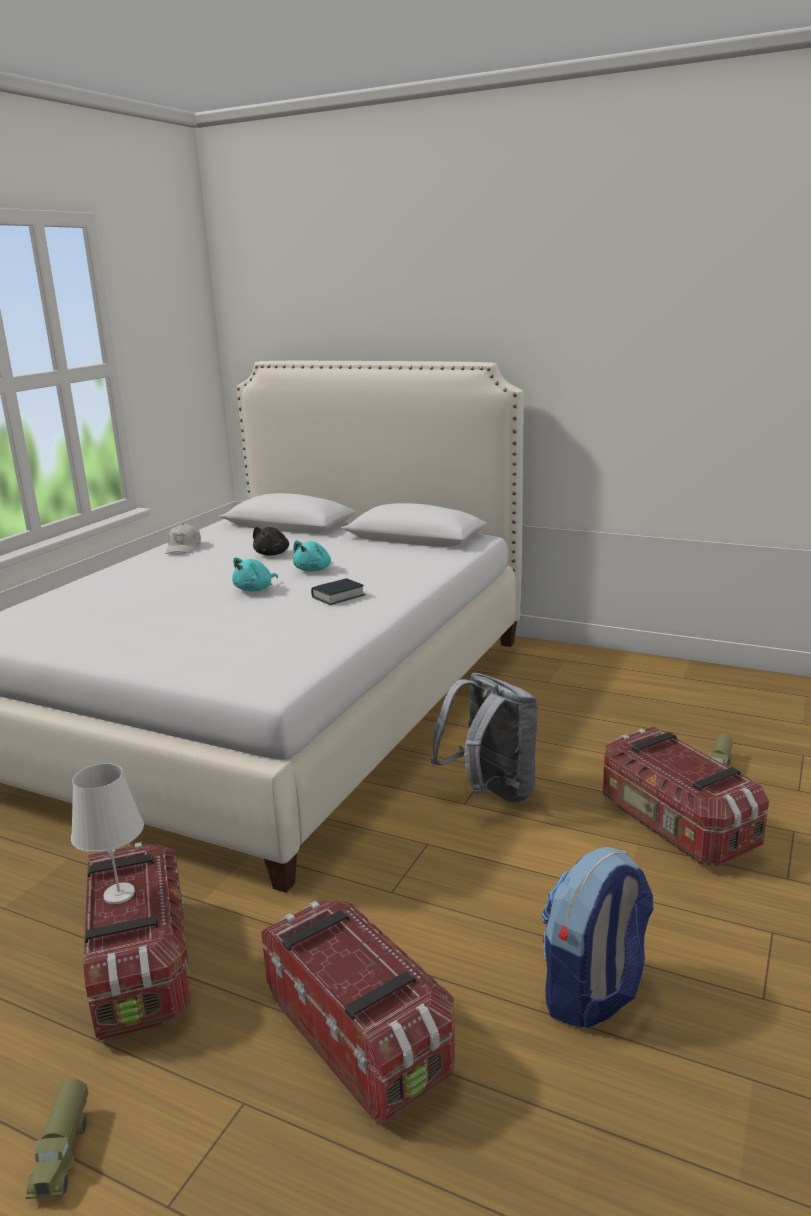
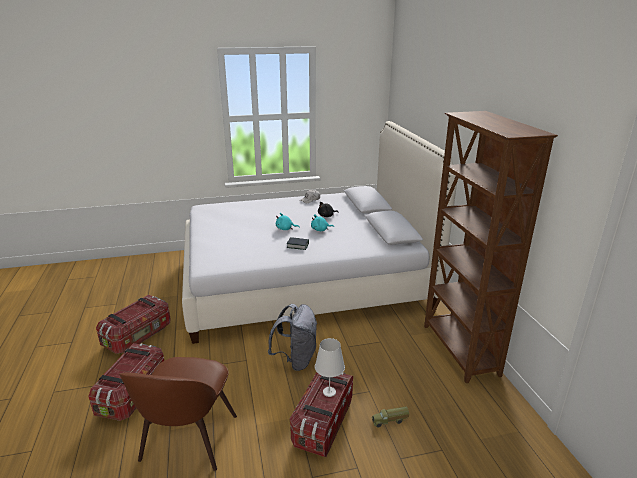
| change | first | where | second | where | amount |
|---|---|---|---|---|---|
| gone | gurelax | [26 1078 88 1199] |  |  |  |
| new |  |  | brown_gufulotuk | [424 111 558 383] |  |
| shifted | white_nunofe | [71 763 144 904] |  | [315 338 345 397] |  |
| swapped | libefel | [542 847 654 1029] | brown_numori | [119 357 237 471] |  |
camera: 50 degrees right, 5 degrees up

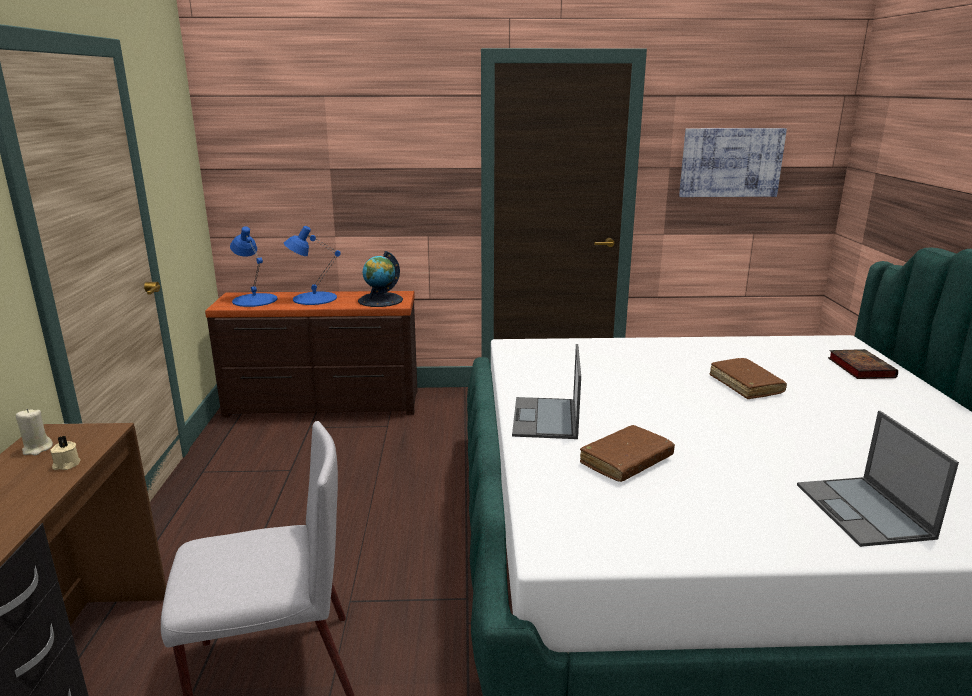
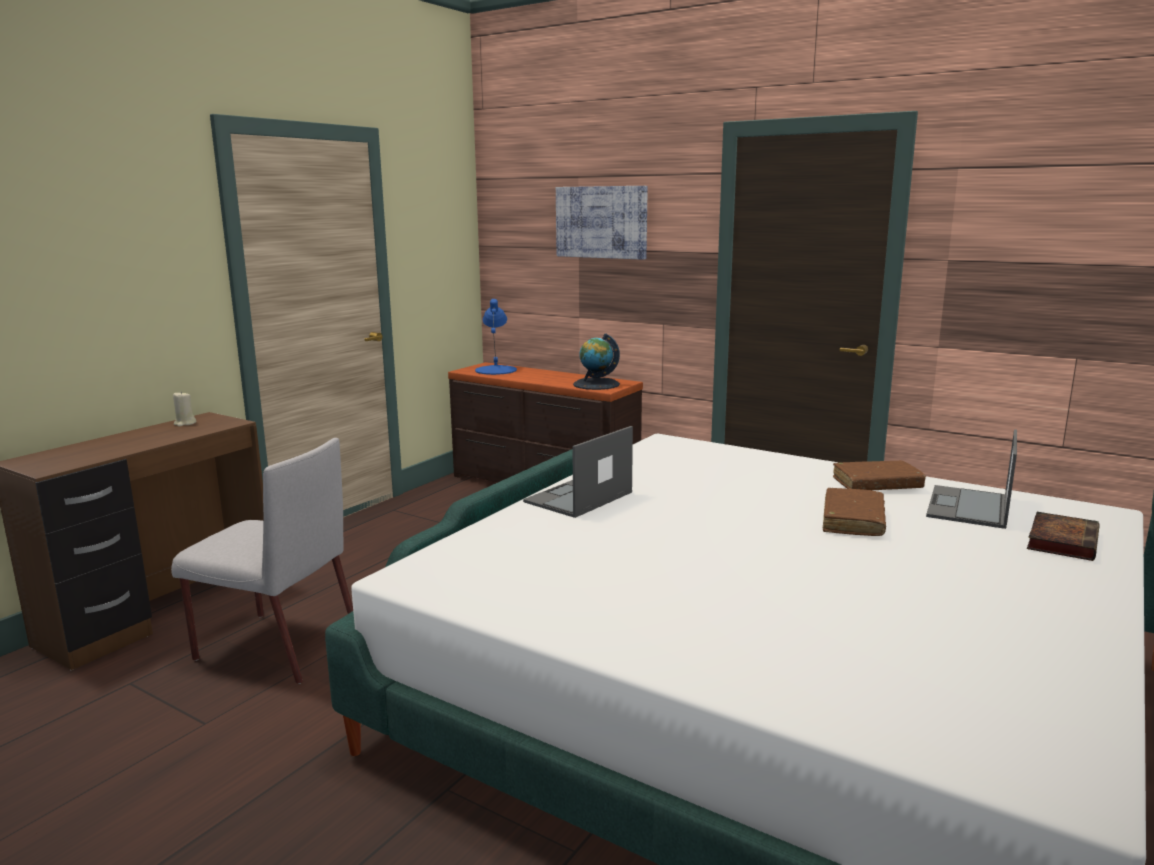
| change | first | where | second | where | amount |
|---|---|---|---|---|---|
| gone | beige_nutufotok | [50 436 81 470] |  |  |  |
| gone | blue_nunofe | [284 226 341 305] |  |  |  |
| shifted | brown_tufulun | [580 425 675 482] |  | [833 460 926 490] |  |
| shifted | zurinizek | [679 128 787 197] |  | [556 186 648 260] |  |
| shifted | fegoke | [797 411 959 547] |  | [926 429 1017 529] |  |
camera: 35 degrees right, 5 degrees down

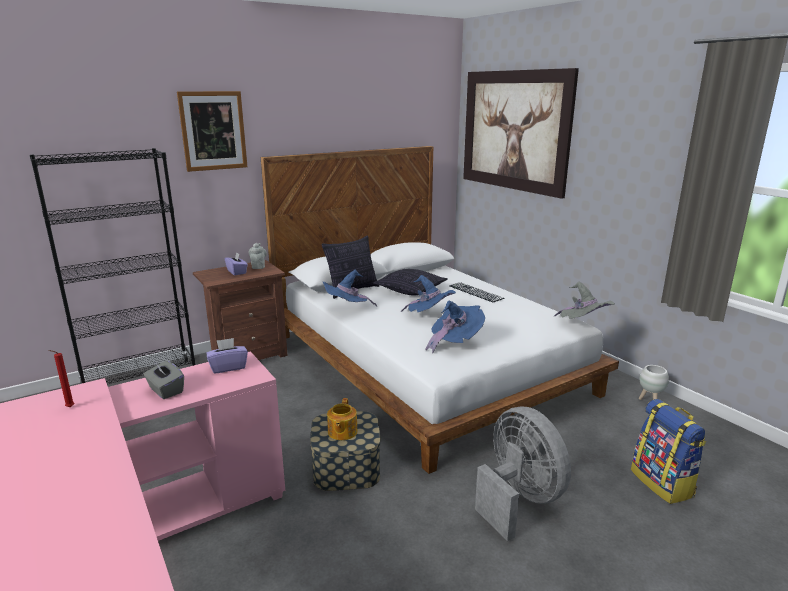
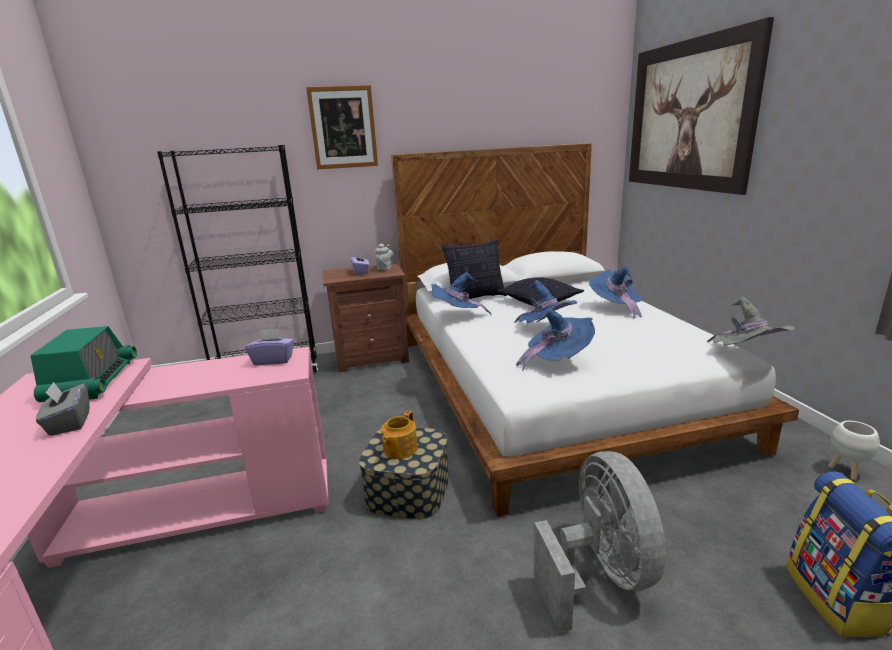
| change | first | where | second | where | amount |
|---|---|---|---|---|---|
| shifted | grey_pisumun | [143 361 184 399] |  | [36 382 90 436] |  |
| swapped | red_nutufotok | [48 350 74 408] | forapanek | [31 326 137 402] |  |
| swapped | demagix | [449 282 504 302] | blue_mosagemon | [589 266 643 318] |  |
camera: 20 degrees right, 0 degrees up

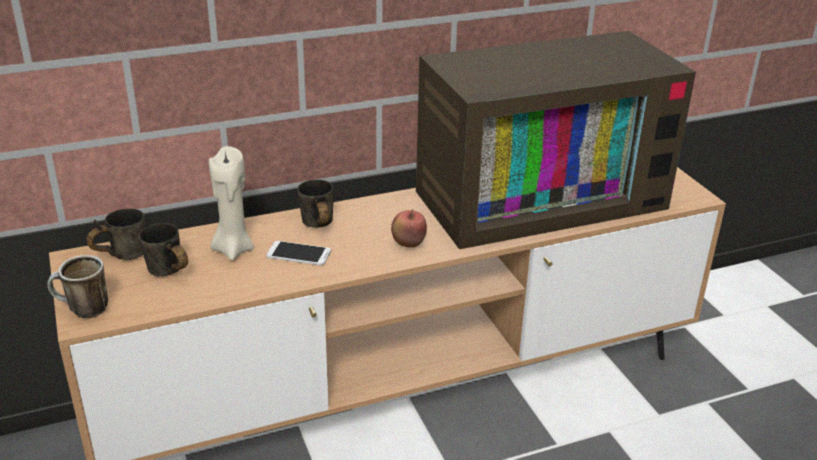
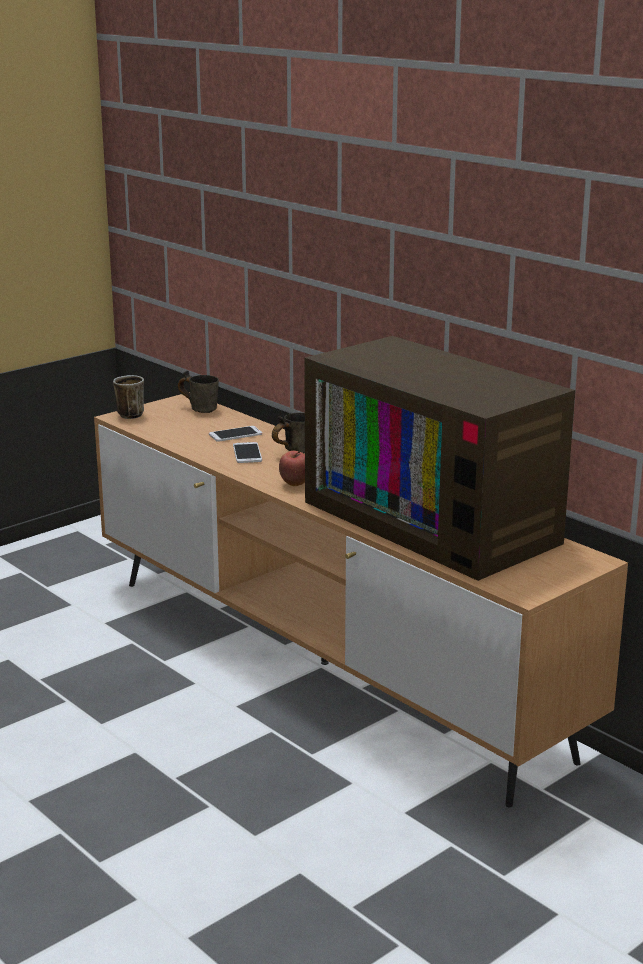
| change | first | where | second | where | amount |
|---|---|---|---|---|---|
| gone | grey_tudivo | [138 223 188 276] |  |  |  |
| swapped | beige_nutufotok | [209 146 254 261] | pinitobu | [209 426 262 442] |  |
camera: 70 degrees right, 10 degrees down

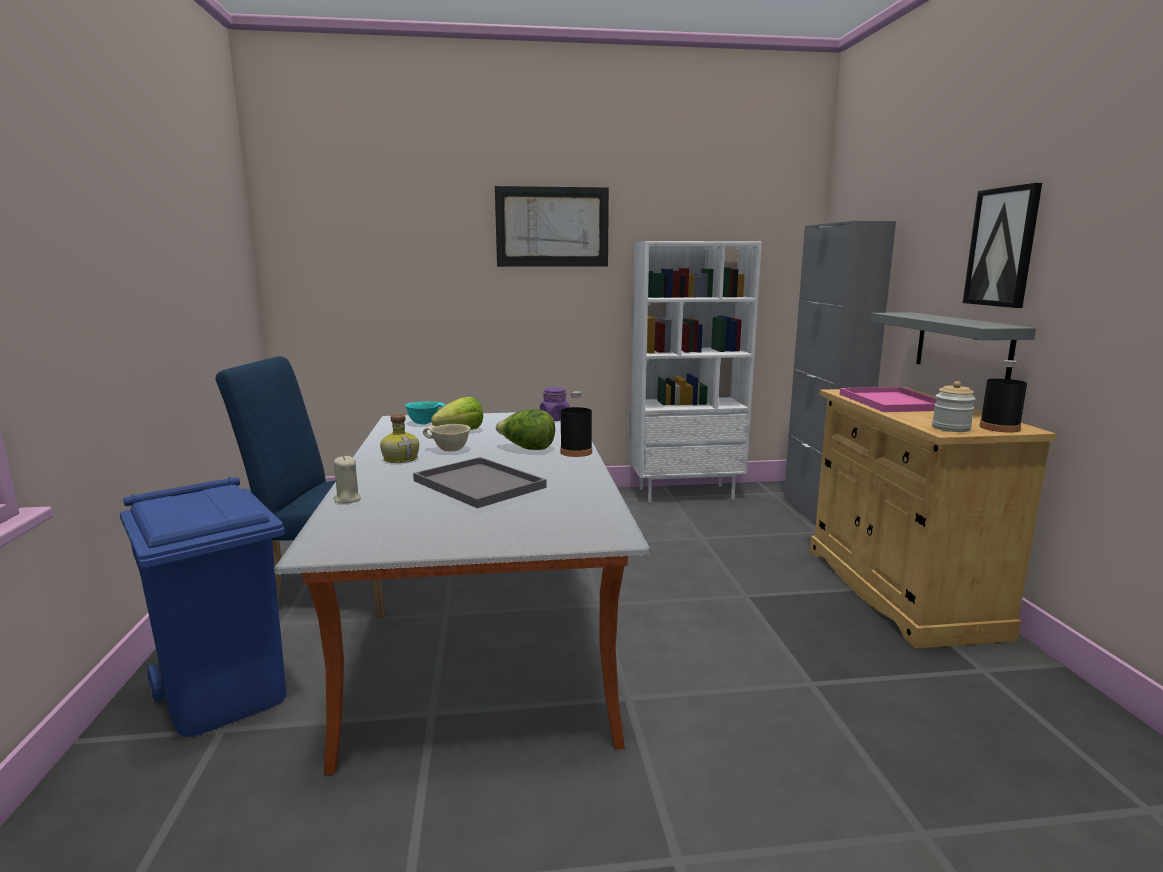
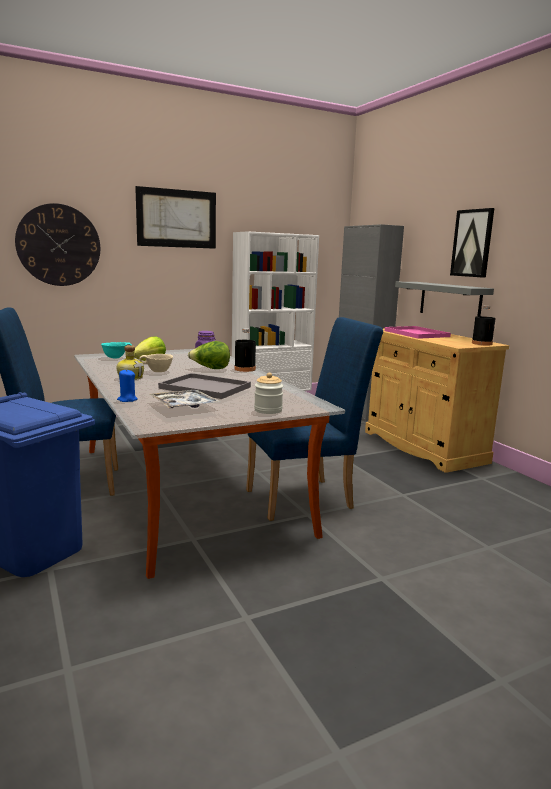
| change | first | where | second | where | amount |
|---|---|---|---|---|---|
| new |  |  | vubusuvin | [15 203 100 286] |  |
| new |  |  | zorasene | [149 390 220 408] |  |
| new |  |  | blue_numori | [246 317 383 521] |  |
| shifted | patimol | [932 381 976 432] |  | [254 373 283 414] |  |
| repainted | beige_nutufotok | [334 456 361 504] | blue_nutufotok | [117 369 138 402] |  |
camera: 20 degrees left, 0 degrees up

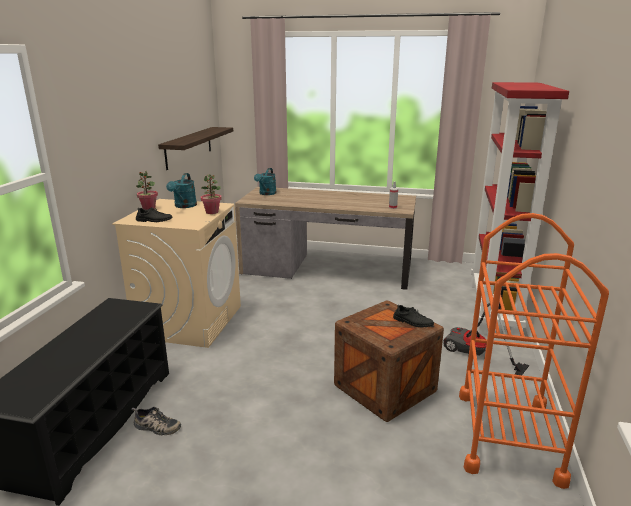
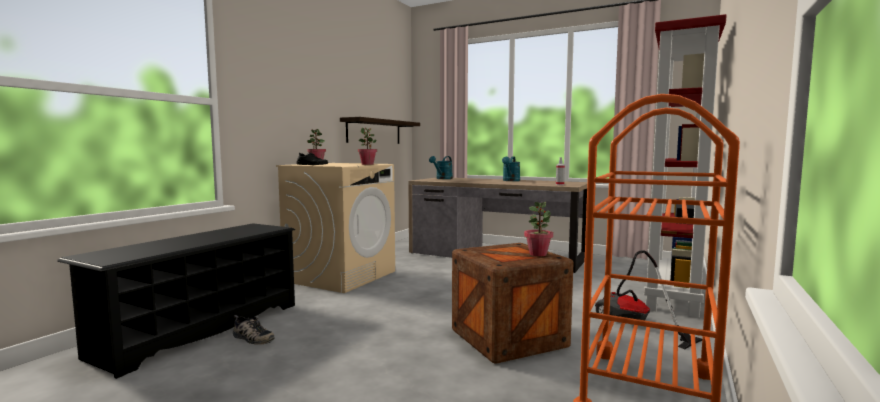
| change | first | where | second | where | amount |
|---|---|---|---|---|---|
| shifted | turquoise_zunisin | [166 173 197 208] |  | [502 157 520 181] |  |
| swapped | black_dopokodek | [393 304 434 327] | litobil | [524 202 553 256] |  |
camera: 15 degrees right, 15 degrees down

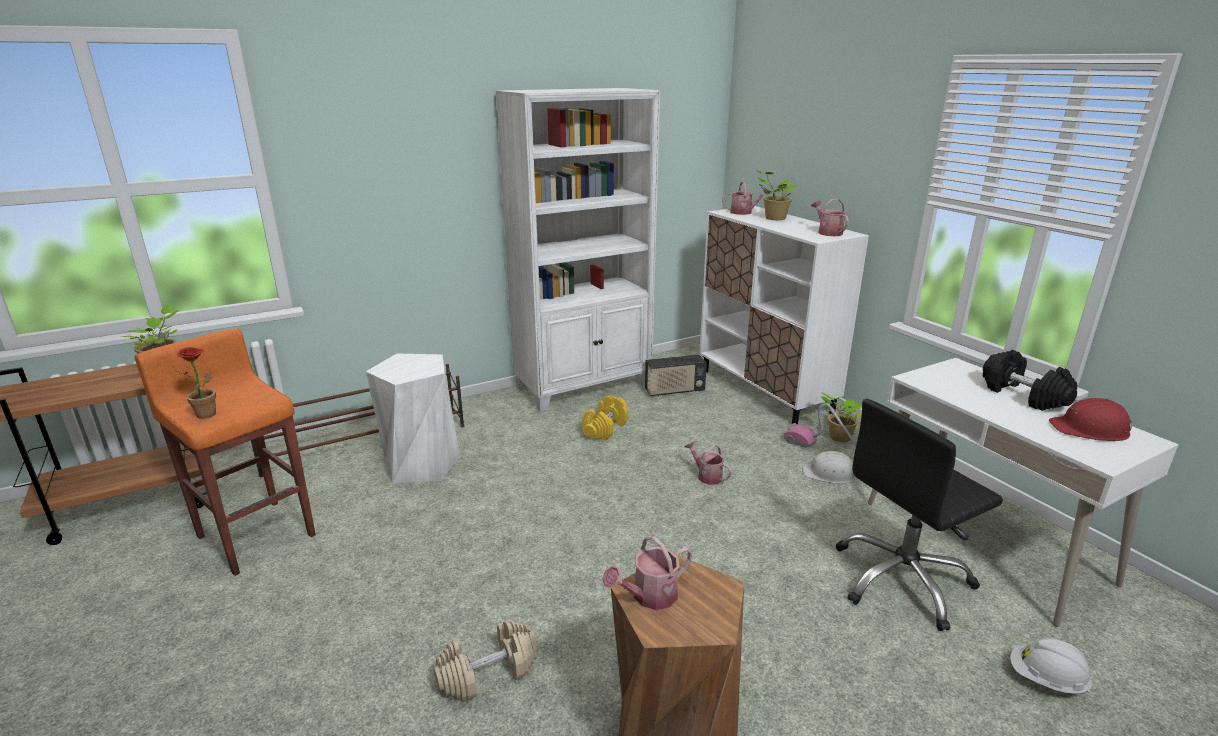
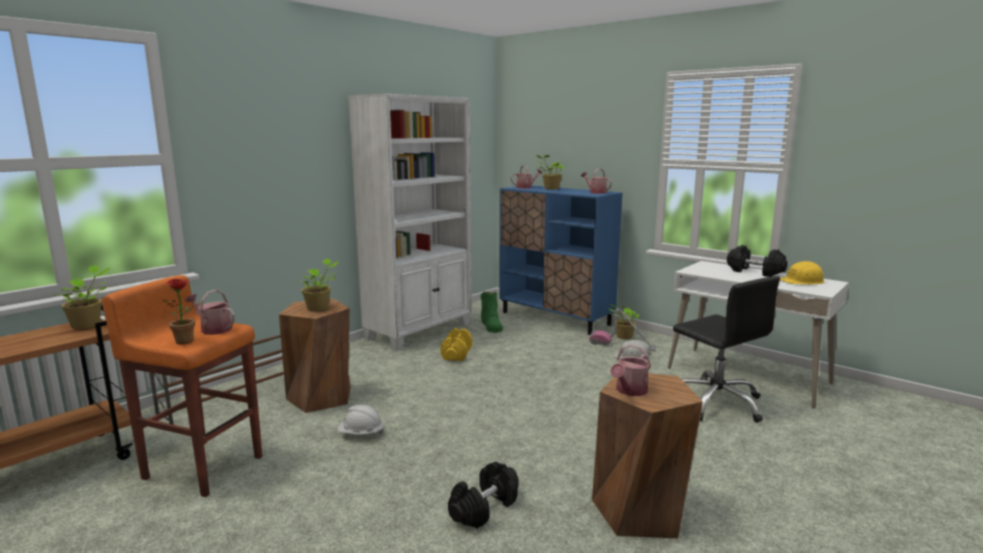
| change | first | where | second | where | amount |
|---|---|---|---|---|---|
| new |  |  | litobil | [301 258 340 311] |  |
| shifted | zunisin | [684 441 732 485] |  | [185 290 235 335] |  |
| shifted | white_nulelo | [1010 638 1092 694] |  | [338 405 384 435] |  |
| swapped | forapanek | [645 354 707 396] | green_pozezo | [480 291 503 333] |  |
| repainted | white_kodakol | [366 354 460 484] | brown_kodakol | [279 299 351 413] |  |
| repainted | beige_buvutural | [434 620 539 702] | black_buvutural | [448 462 519 528] |  |
| repainted | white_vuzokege | [699 206 869 424] | blue_vuzokege | [499 185 622 335] |  |
| repainted | red_nulelo | [1049 398 1132 441] | yellow_nulelo | [780 261 824 285] |  |
| rotated | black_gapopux | [836 399 1003 631] |  | [673 276 780 423] | 75 degrees counterclockwise |
camera: 20 degrees left, 10 degrees down

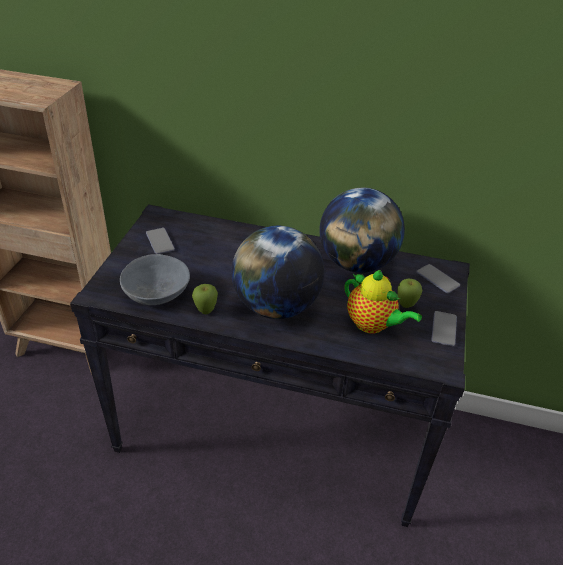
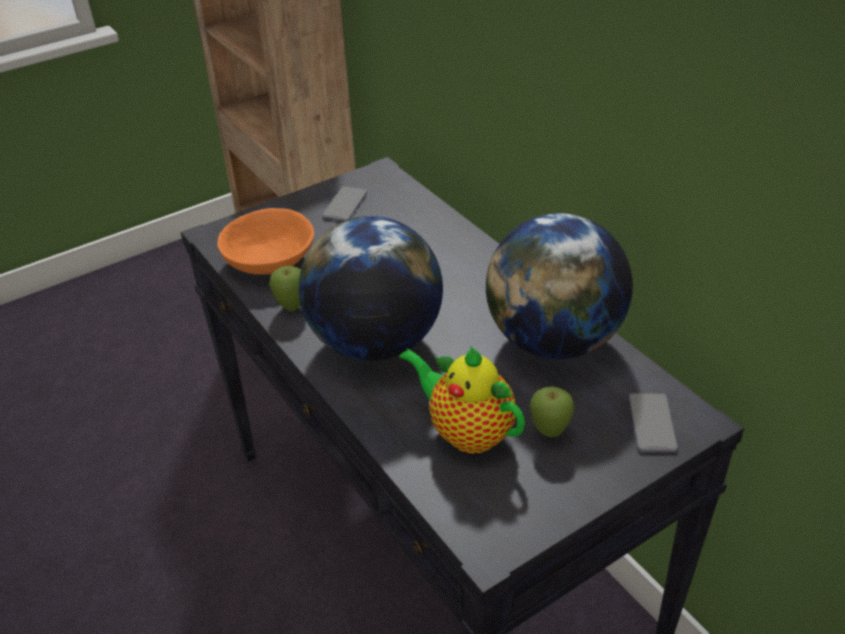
| change | first | where | second | where | amount |
|---|---|---|---|---|---|
| gone | pinitobu | [431 311 457 346] |  |  |  |
| repainted | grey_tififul | [120 254 190 305] | orange_tififul | [217 208 314 275] |  |
| rotated | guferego | [345 270 422 334] |  | [399 345 525 454] | 135 degrees clockwise |
camera: 45 degrees right, 0 degrees up

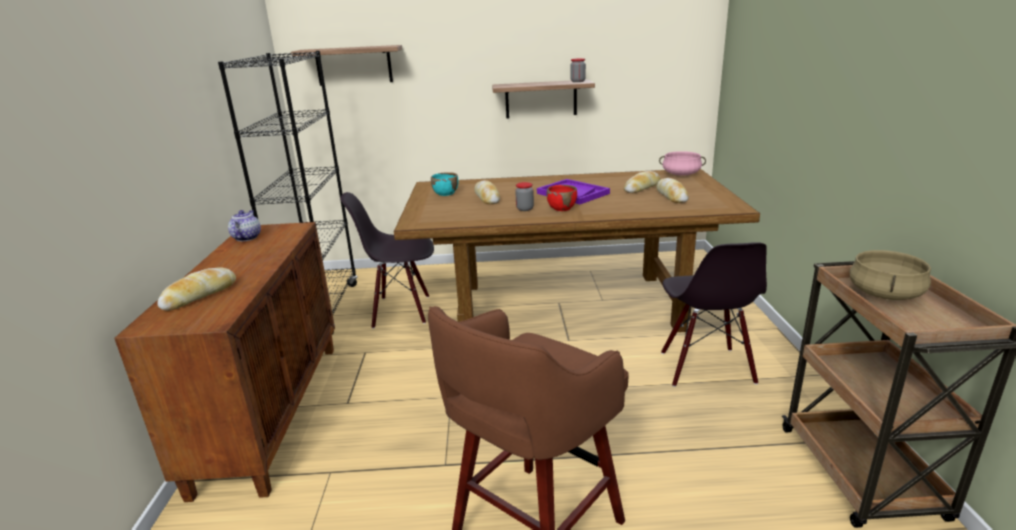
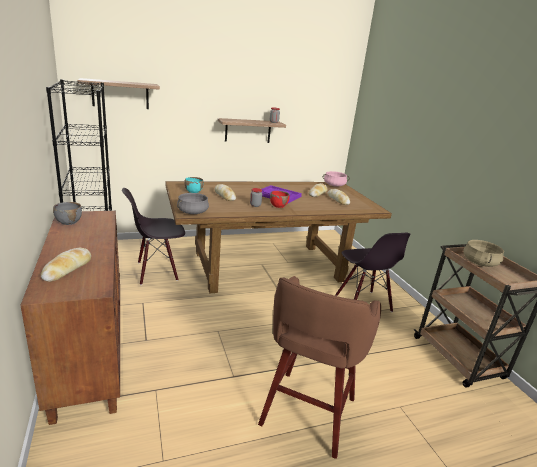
| change | first | where | second | where | amount |
|---|---|---|---|---|---|
| new |  |  | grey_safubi | [177 193 209 214] |  |
| swapped | guferego | [228 210 261 241] | grey_tififul | [53 202 82 225] |  |
camera: 20 degrees left, 0 degrees up

